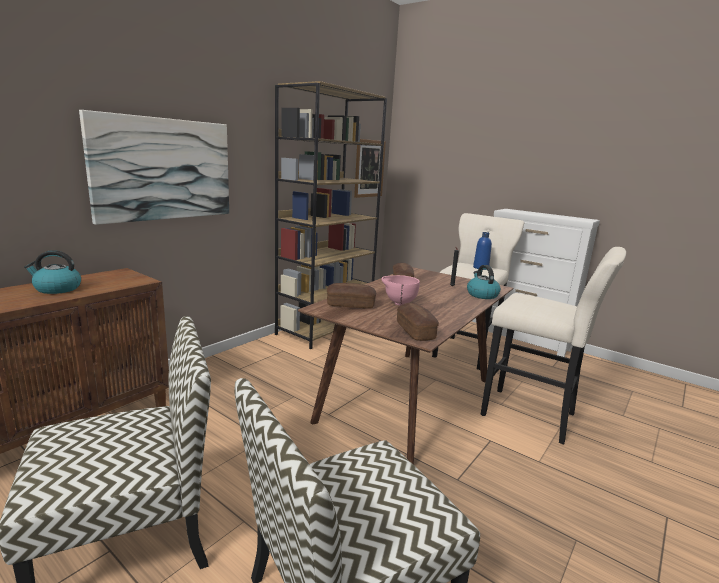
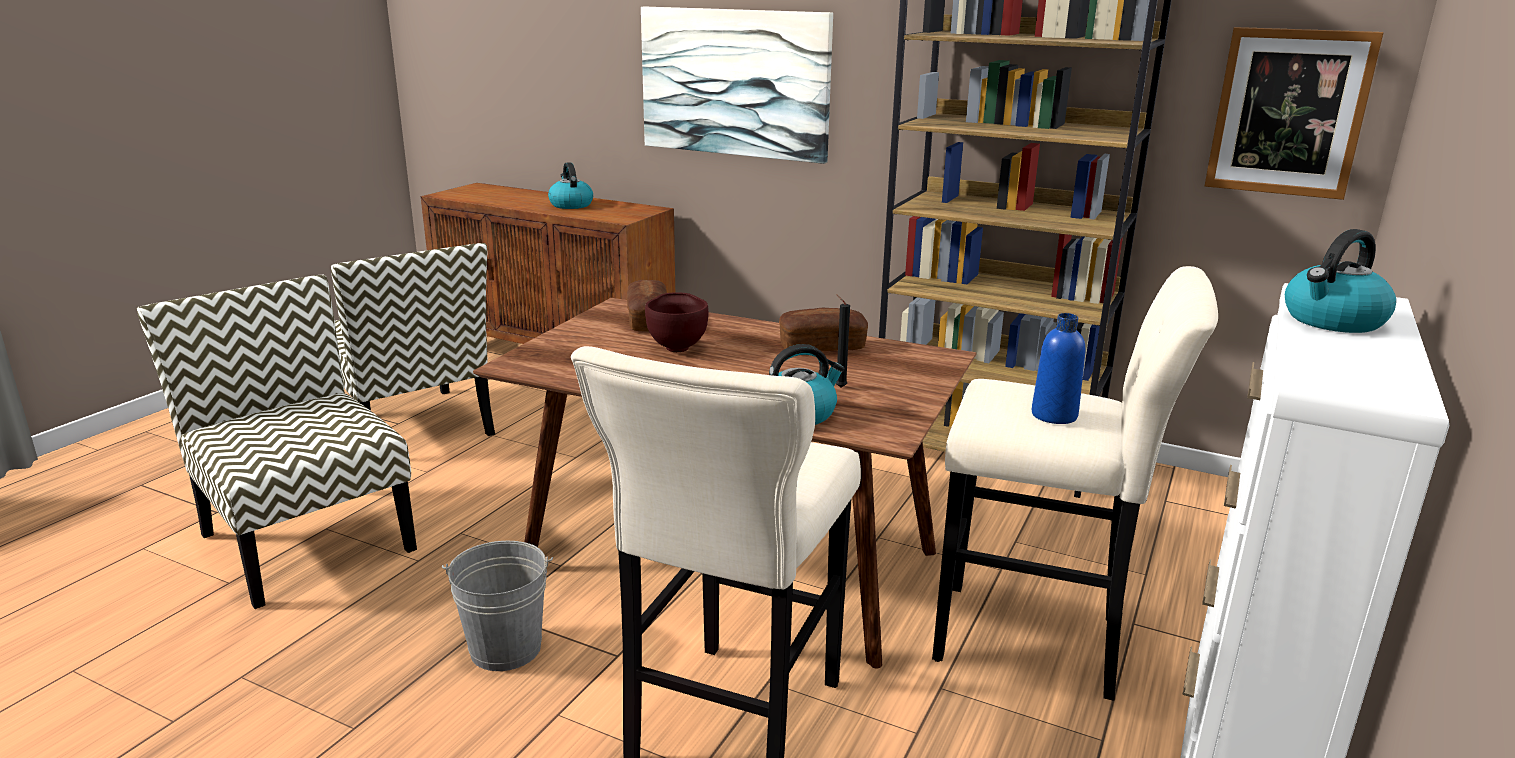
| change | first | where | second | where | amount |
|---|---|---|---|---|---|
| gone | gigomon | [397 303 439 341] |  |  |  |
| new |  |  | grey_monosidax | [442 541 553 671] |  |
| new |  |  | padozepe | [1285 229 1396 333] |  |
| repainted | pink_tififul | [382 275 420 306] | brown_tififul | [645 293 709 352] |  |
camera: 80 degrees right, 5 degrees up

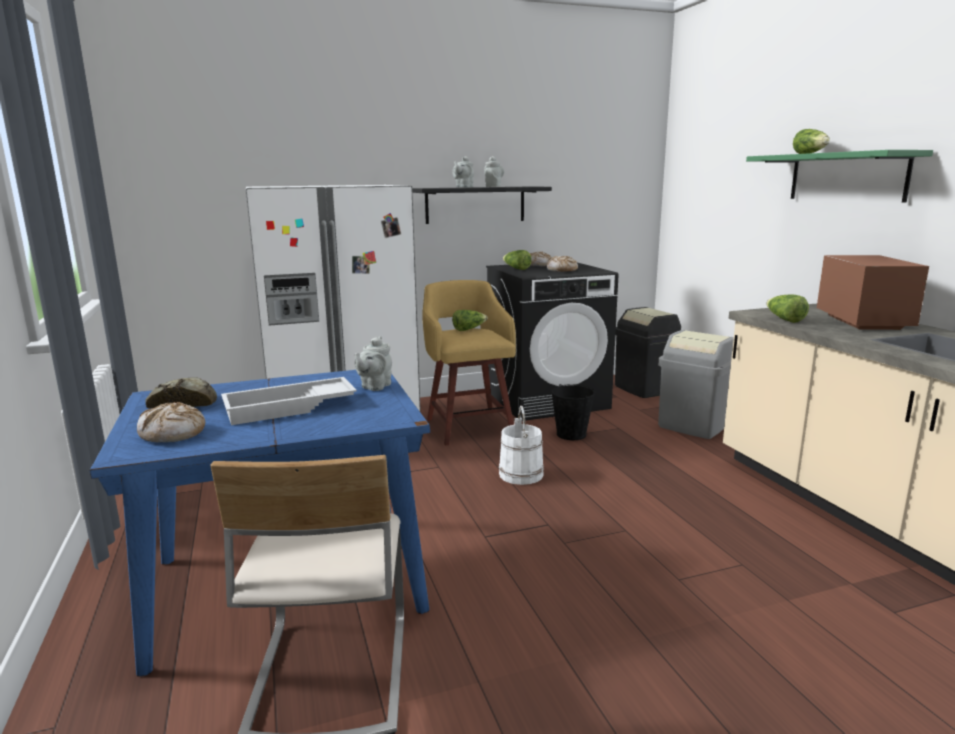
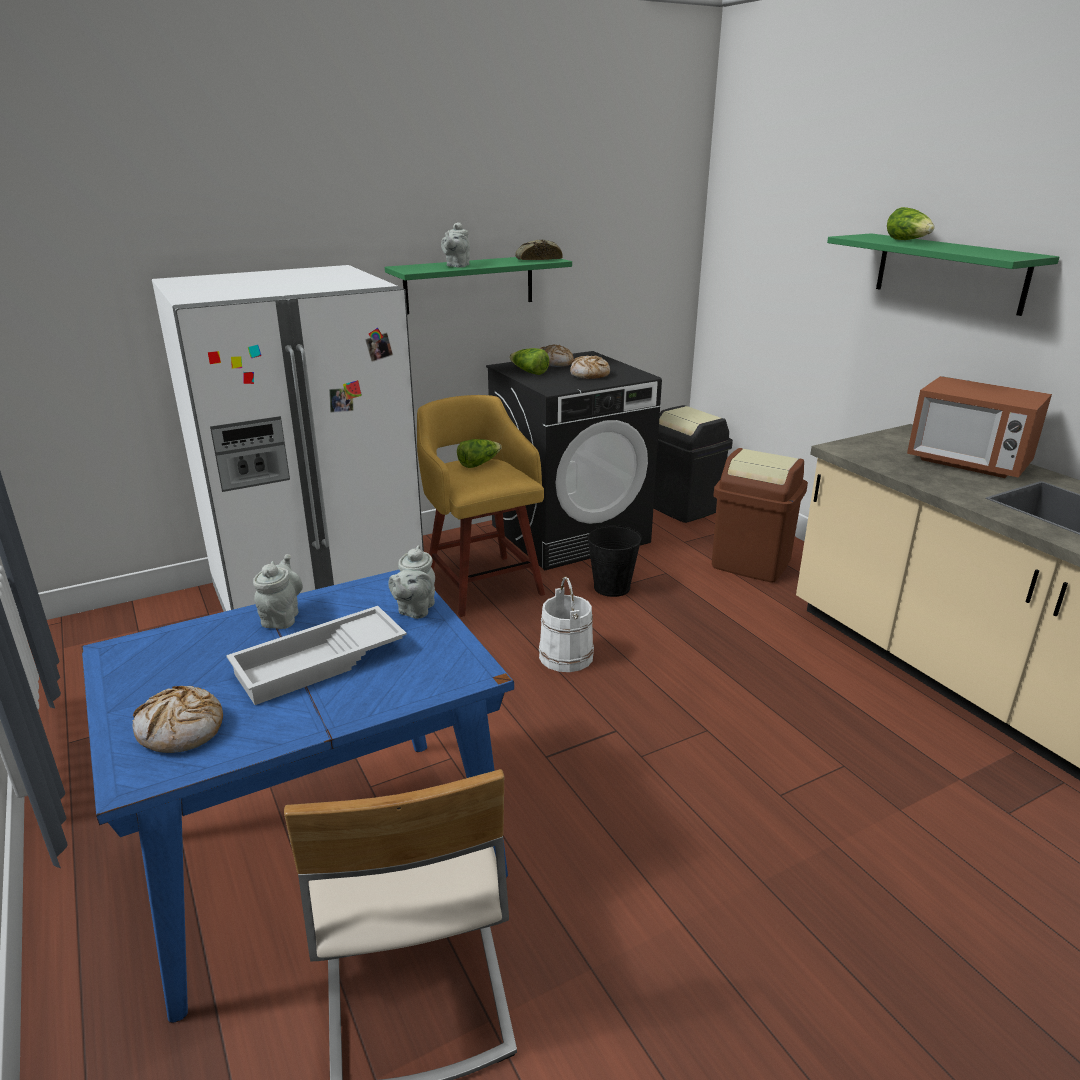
| change | first | where | second | where | amount |
|---|---|---|---|---|---|
| gone | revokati | [766 294 809 323] |  |  |  |
| shifted | gigomon | [145 377 217 409] |  | [515 240 563 260] |  |
| shifted | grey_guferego | [484 156 504 187] |  | [253 554 303 629] |  |
| repainted | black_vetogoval | [412 186 552 224] | green_vetogoval | [385 257 572 314] |  |
| repainted | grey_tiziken | [658 330 734 439] | brown_tiziken | [712 448 808 583] |  |
| rotated | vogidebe | [817 255 929 330] |  | [907 376 1052 478] | 135 degrees clockwise |
camera: 10 degrees left, 10 degrees up

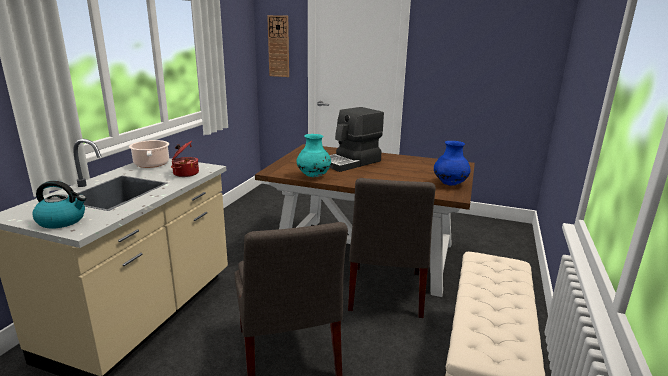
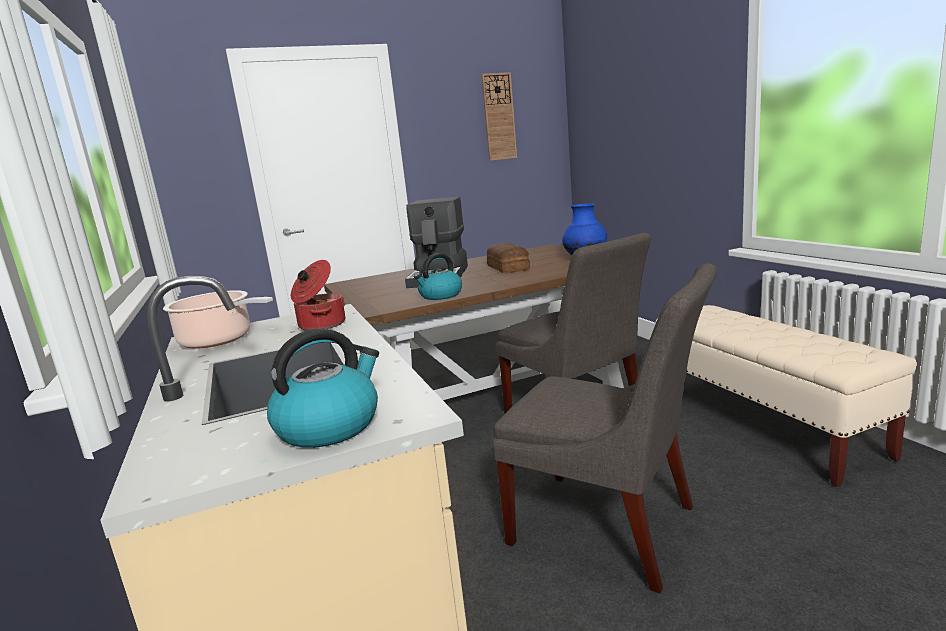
| change | first | where | second | where | amount |
|---|---|---|---|---|---|
| new |  |  | gigomon | [487 243 530 273] |  |
| shifted | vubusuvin | [267 15 289 77] |  | [481 72 517 161] |  |
| swapped | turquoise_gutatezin | [297 134 331 177] | padozepe | [414 253 462 300] |  |
camera: 40 degrees left, 5 degrees down

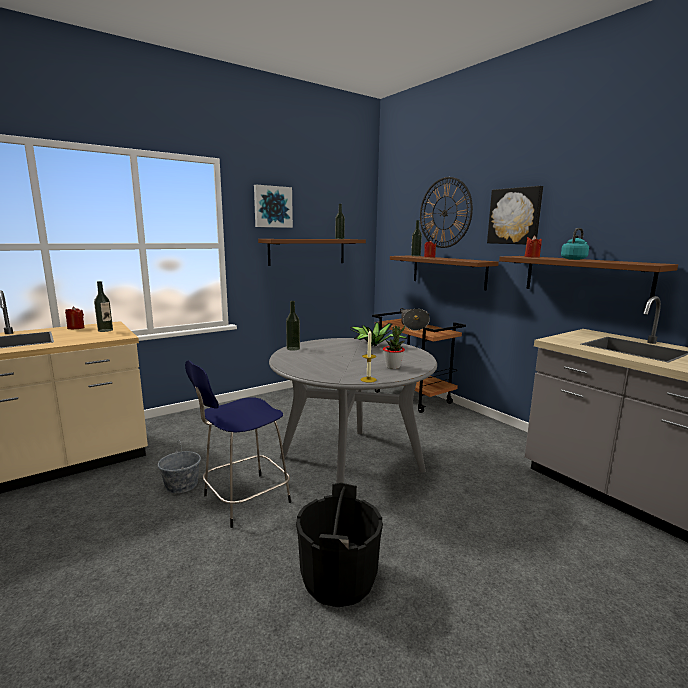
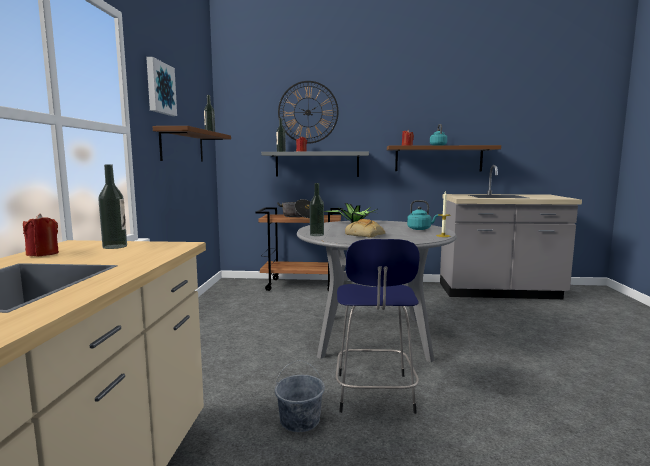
| change | first | where | second | where | amount |
|---|---|---|---|---|---|
| gone | black_monosidax | [296 482 383 607] |  |  |  |
| gone | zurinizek | [487 186 543 244] |  |  |  |
| new |  |  | gigomon | [345 219 385 238] |  |
| swapped | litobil | [383 326 405 369] | turquoise_padozepe | [407 200 438 230] |  |
| repainted | brown_vetogoval | [390 256 499 290] | grey_vetogoval | [261 151 369 177] |  |
camera: 50 degrees left, 5 degrees down

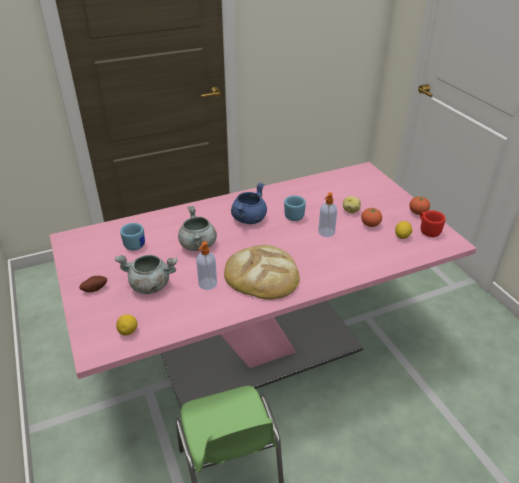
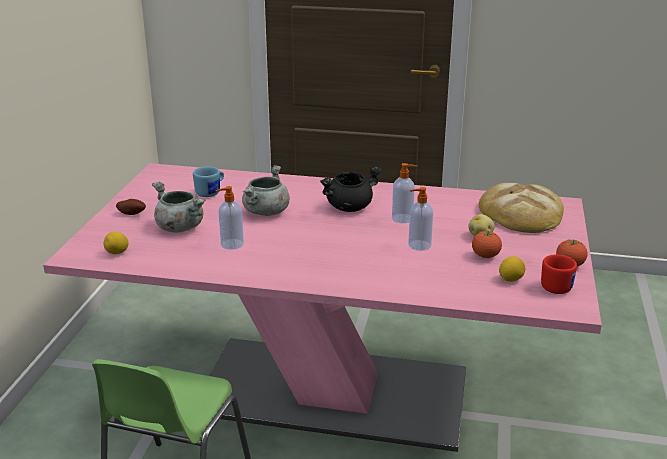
| change | first | where | second | where | amount |
|---|---|---|---|---|---|
| shifted | gigomon | [224 245 300 300] |  | [478 183 564 233] |  |
| swapped | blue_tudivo | [284 196 306 221] | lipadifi | [392 163 418 223] |  |
| repainted | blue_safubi | [231 182 267 224] | black_safubi | [320 166 382 212] |  |
camera: 35 degrees right, 10 degrees down

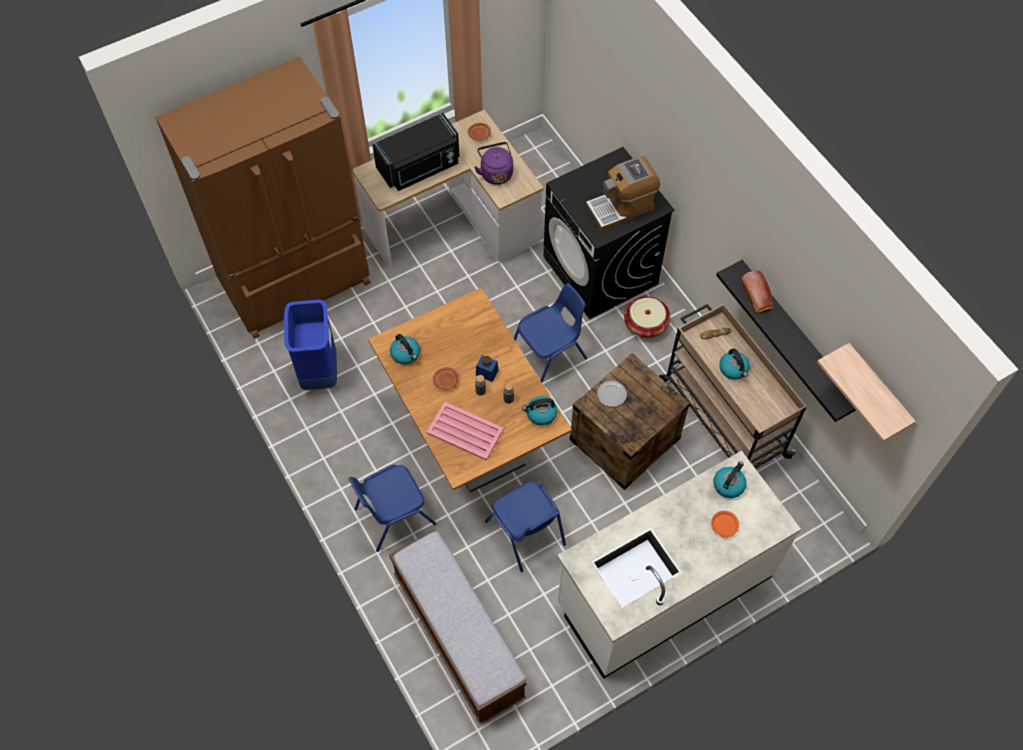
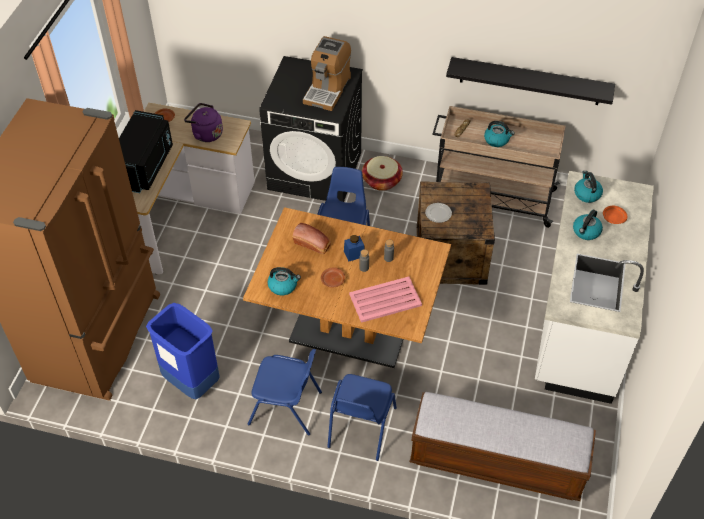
| change | first | where | second | where | amount |
|---|---|---|---|---|---|
| gone | vetogoval | [817 343 916 442] |  |  |  |
| shifted | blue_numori | [485 481 566 572] |  | [248 349 322 436] |  |
| shifted | padozepe | [522 396 557 426] |  | [573 210 603 240] |  |
| shifted | gigomon | [742 270 773 314] |  | [293 223 331 254] |  |
camera: 45 degrees left, 10 degrees down

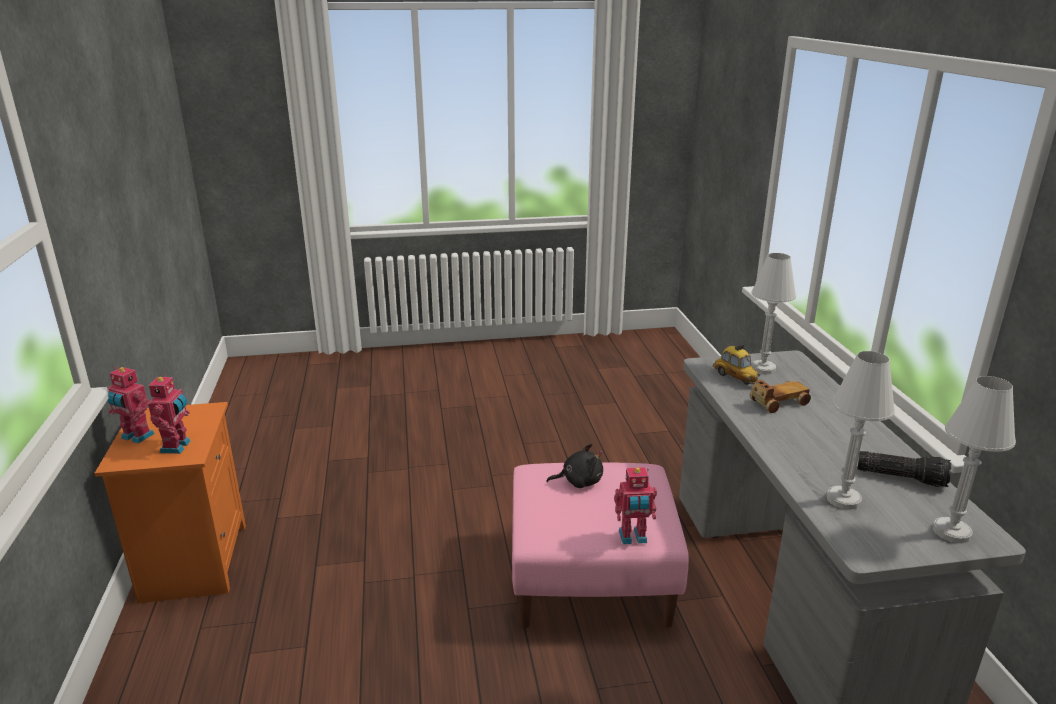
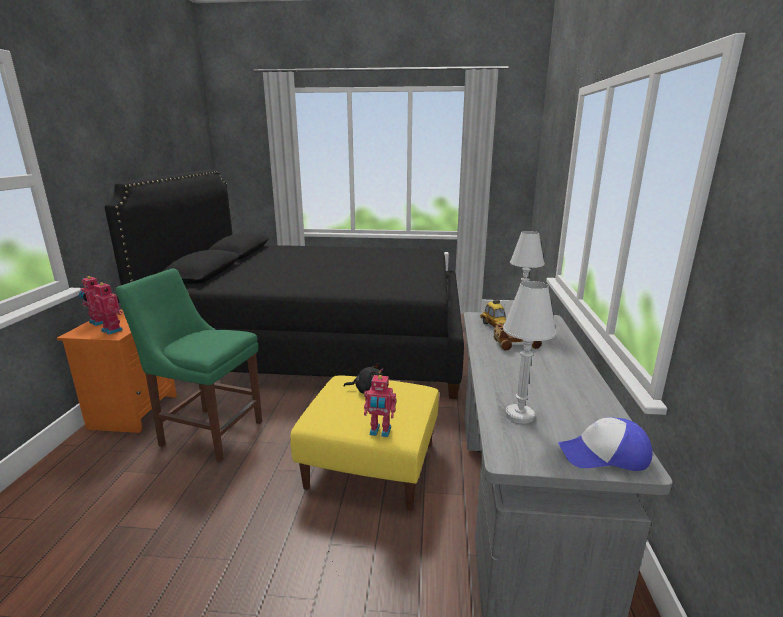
| change | first | where | second | where | amount |
|---|---|---|---|---|---|
| gone | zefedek | [857 451 951 487] |  |  |  |
| new |  |  | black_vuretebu | [105 169 464 399] |  |
| new |  |  | green_numori | [116 268 262 462] |  |
| swapped | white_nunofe | [933 376 1016 544] | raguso | [558 417 653 471] |  |
| repainted | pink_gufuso | [512 462 689 628] | yellow_gufuso | [290 375 439 510] |  |
| rotated | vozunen | [148 374 191 454] |  | [93 282 123 335] | 75 degrees counterclockwise |
camera: 15 degrees right, 5 degrees down

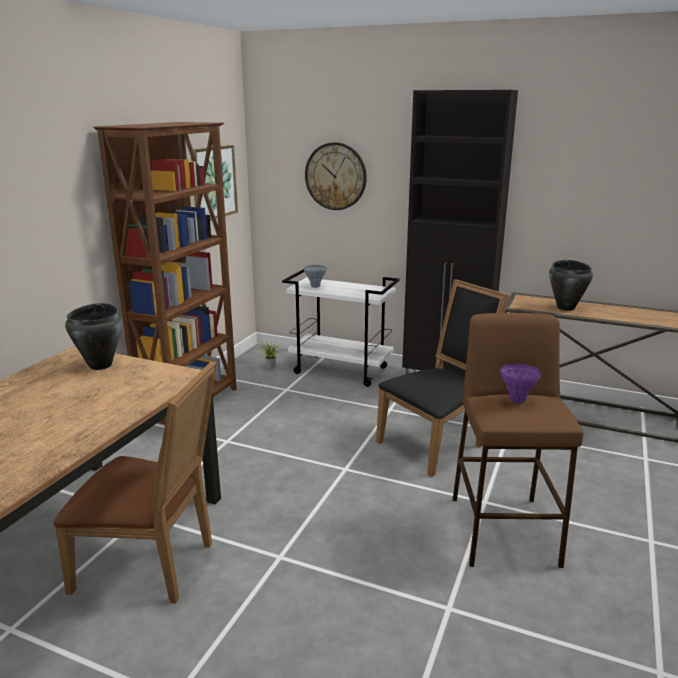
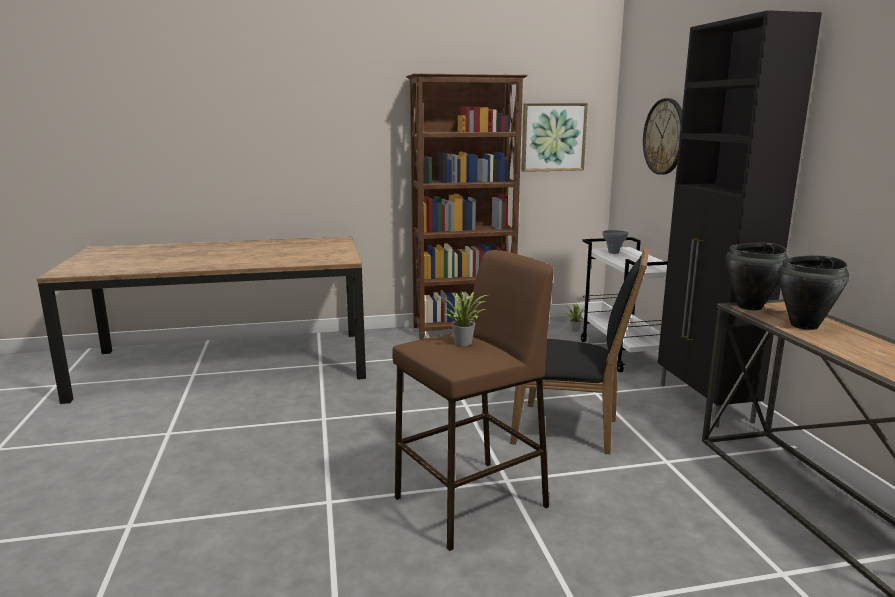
| change | first | where | second | where | amount |
|---|---|---|---|---|---|
| gone | brown_numori | [54 360 217 604] |  |  |  |
| shifted | black_safubi | [65 303 122 370] |  | [725 243 788 310] |  |
| swapped | purple_gutatezin | [500 363 541 404] | litobil | [444 291 488 346] |  |
camera: 55 degrees right, 5 degrees down

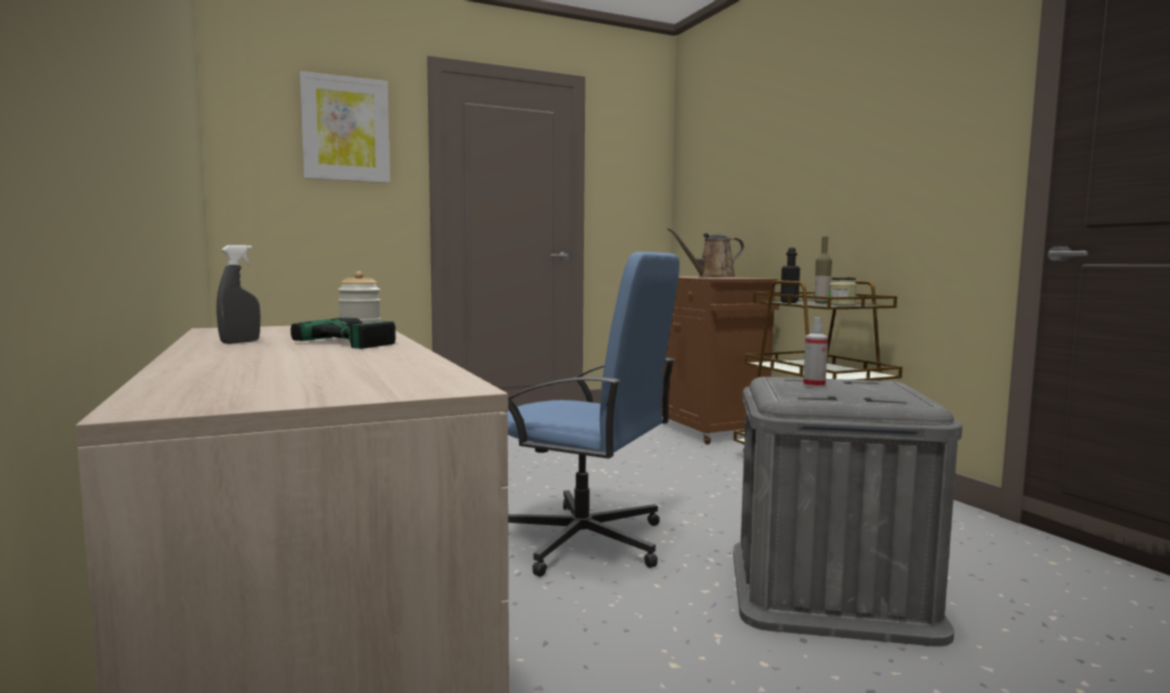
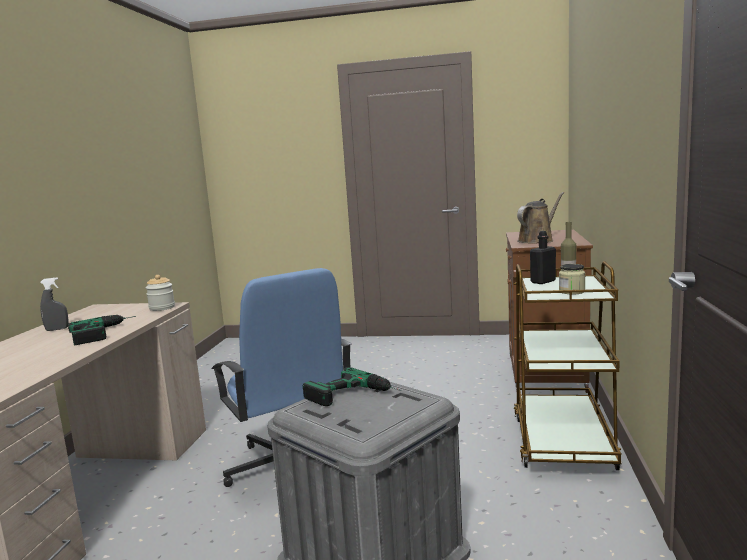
| change | first | where | second | where | amount |
|---|---|---|---|---|---|
| gone | zurinizek | [300 71 390 183] |  |  |  |
| swapped | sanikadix | [803 317 828 388] | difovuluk | [303 367 401 406] |  |
| rotated | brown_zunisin | [667 228 744 278] |  | [517 192 564 243] | 120 degrees clockwise |
camera: 35 degrees right, 5 degrees up

